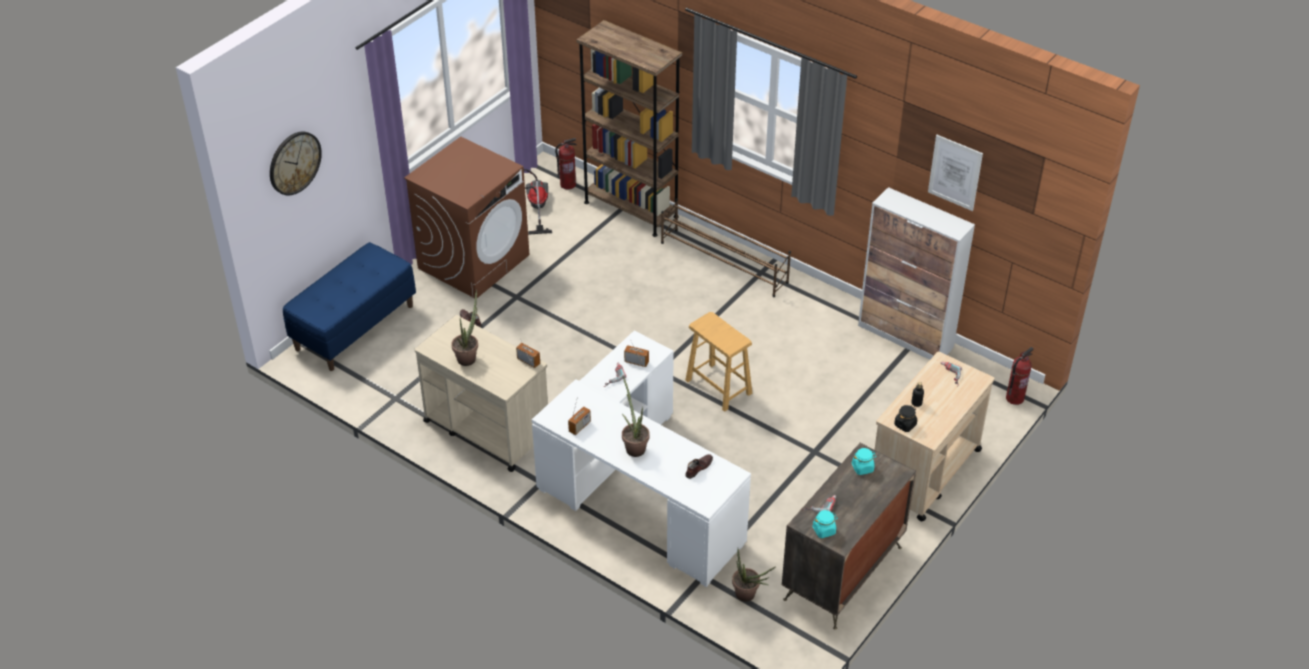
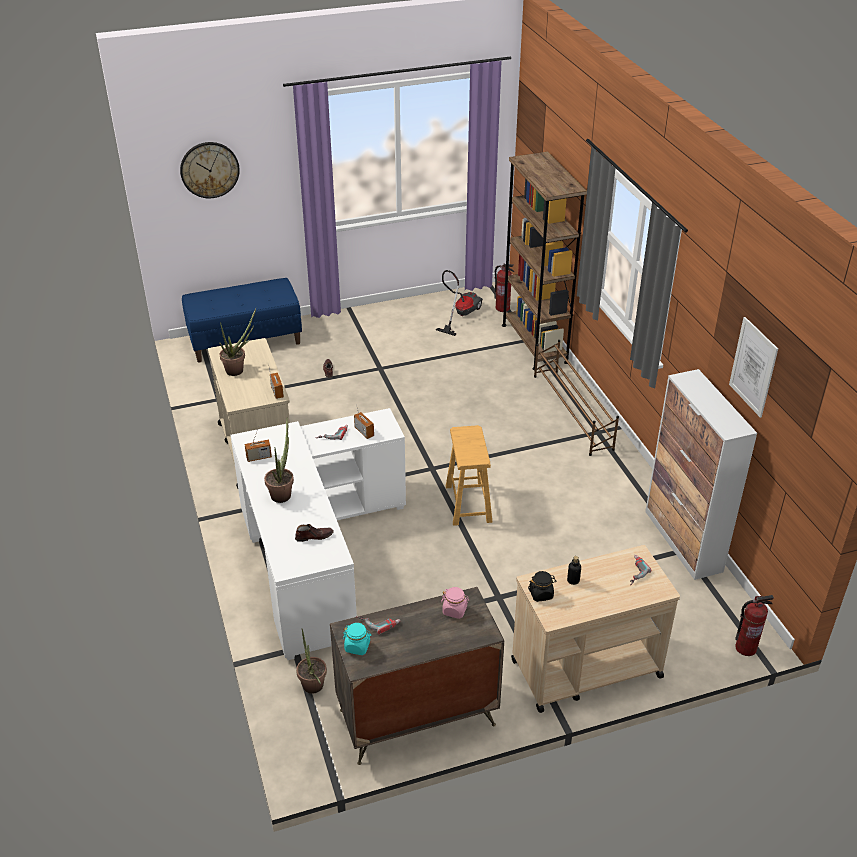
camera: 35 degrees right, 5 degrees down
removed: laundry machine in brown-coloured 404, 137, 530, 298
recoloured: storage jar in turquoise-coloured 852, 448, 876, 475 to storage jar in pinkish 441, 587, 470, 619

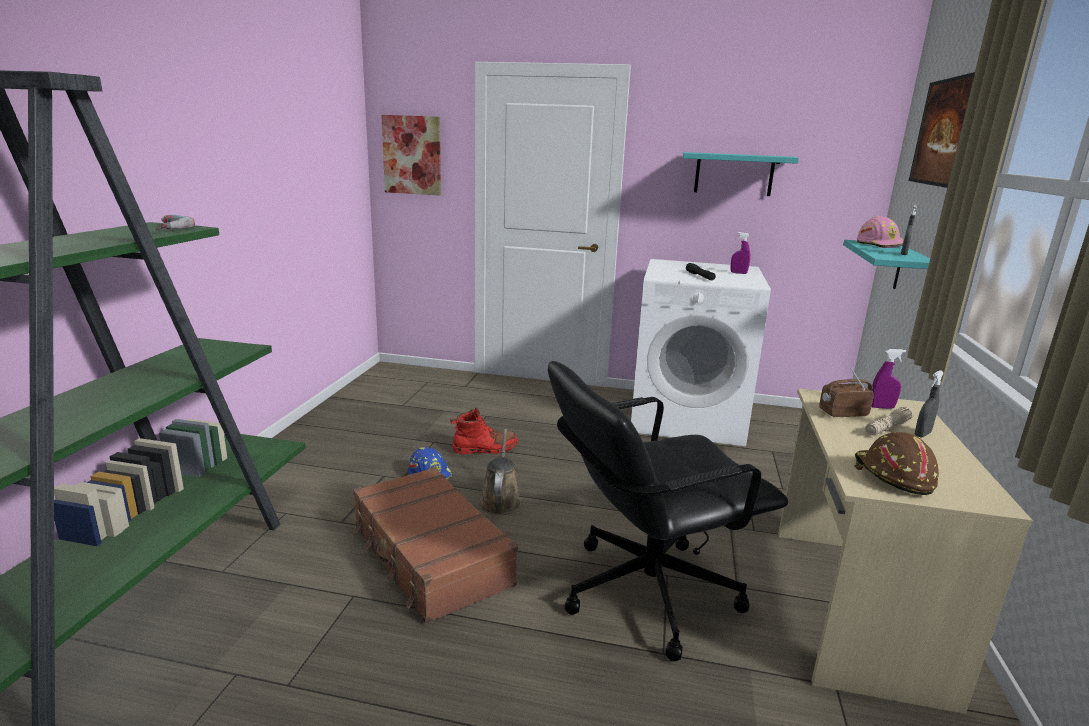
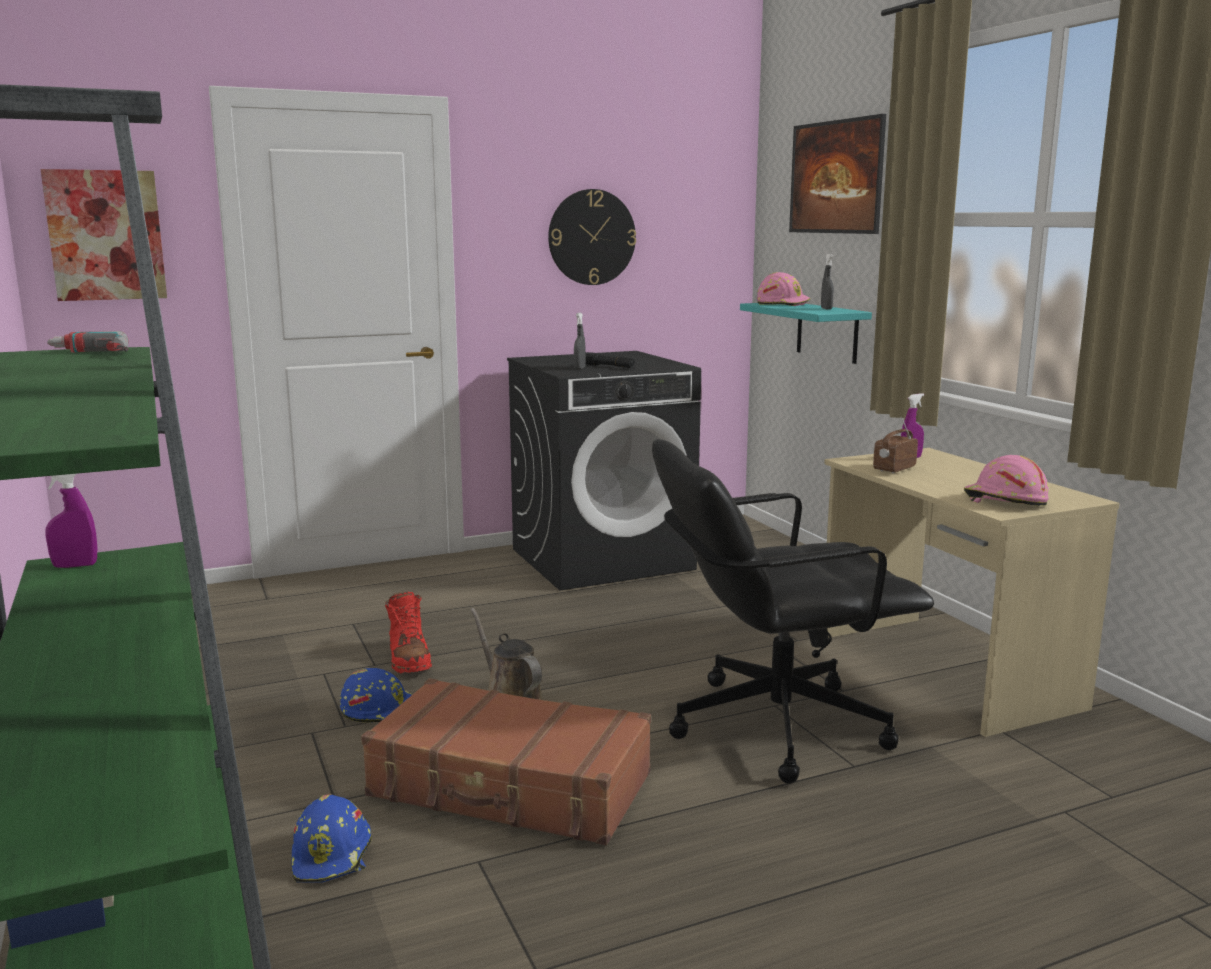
camera: 35 degrees left, 5 degrees down
removed: torch in beige 865, 406, 914, 435
added: safety helmet in blue 292, 794, 372, 883
moved: spray bottle in purple-coloured 731, 232, 750, 274 to 46, 474, 97, 568; spray bottle in gray 915, 370, 944, 438 to 574, 313, 585, 369
replaced: bracket shelf in turquoise-coloured 683, 152, 799, 196 to hanging clock 548, 189, 636, 285
recoloured: laundry machine in whitish 631, 259, 771, 447 to laundry machine in black-coloured 507, 351, 701, 591; safety helmet in brown-coloured 854, 432, 939, 495 to safety helmet in pinkish 964, 455, 1049, 506
turned: high-top boot in red-coloured 450, 408, 518, 455 = 385, 592, 432, 674 120 degrees clockwise; office chair in black-coloured 548, 361, 788, 661 = 652, 439, 934, 784 45 degrees clockwise

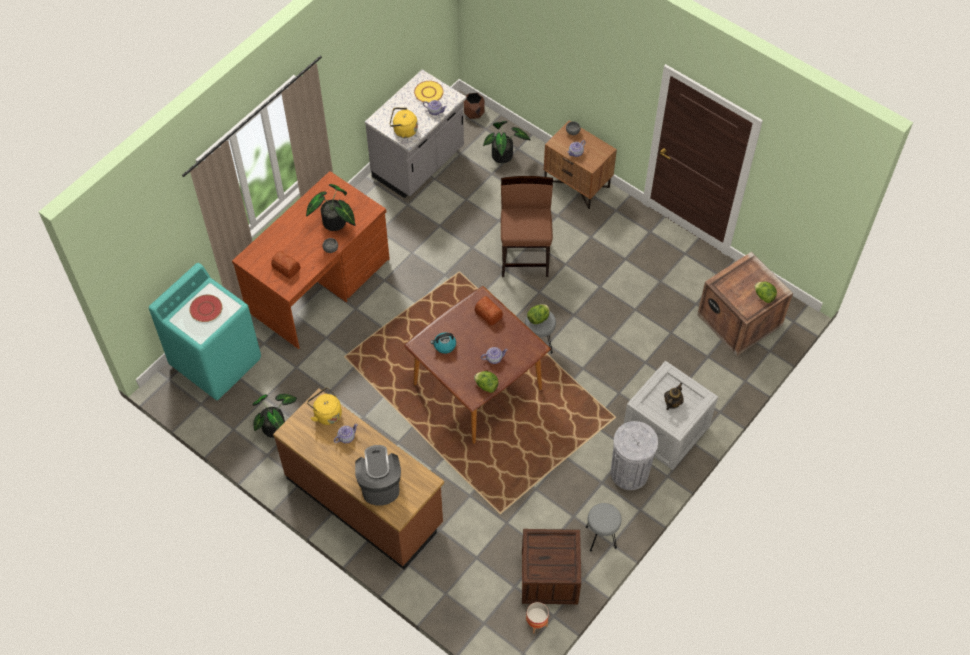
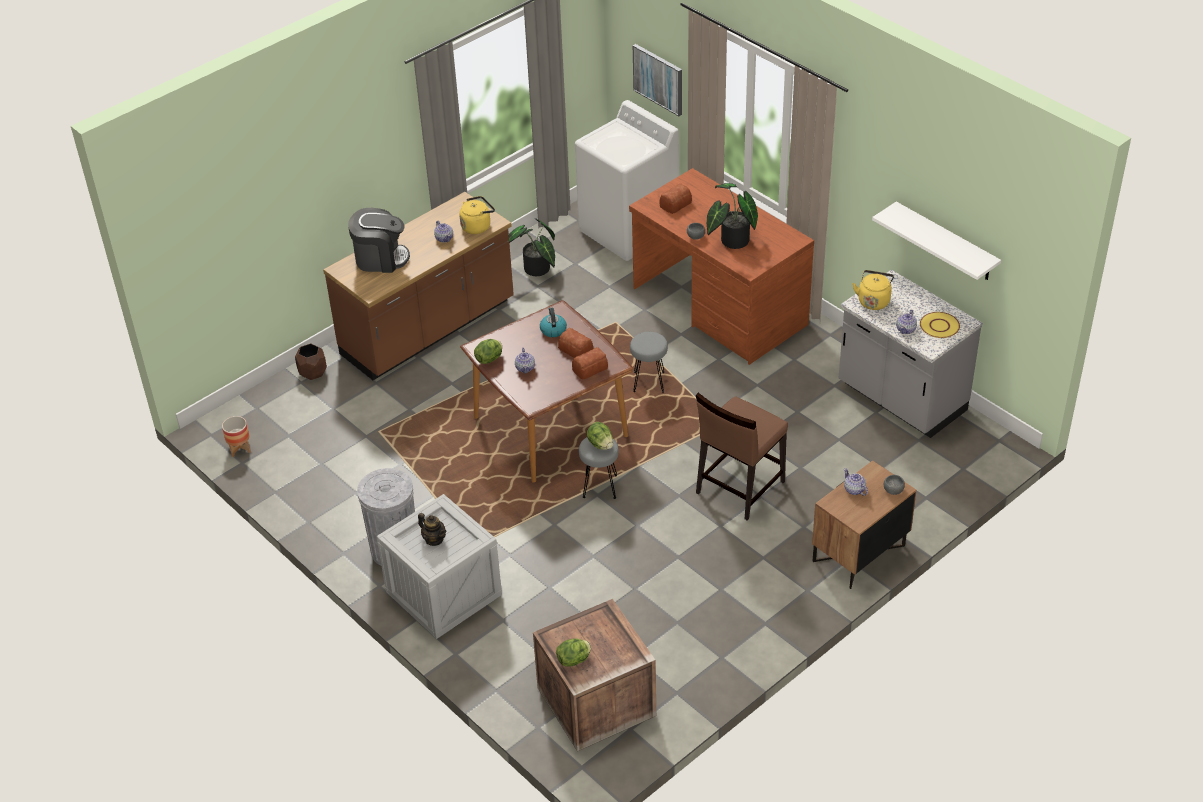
camera: 100 degrees right, 15 degrees down
removed: dinner plate in red-coloured 190, 295, 222, 322; houseplant 483, 121, 531, 163; shipping crate 522, 529, 581, 604
added: bread 558, 328, 593, 358; wall art 633, 44, 682, 116; bracket shelf in whitish 872, 202, 1001, 280
moved: plant pot in brown-coloured 464, 93, 484, 119 to 295, 343, 327, 380; sitting stool in gray 586, 503, 621, 551 to 630, 332, 668, 393
recoloured: laundry machine in turquoise-coloured 149, 263, 261, 400 to laundry machine in whitish 575, 100, 679, 261
turned: chair in brown-coloured 501, 176, 553, 277 = 696, 393, 788, 520 120 degrees clockwise

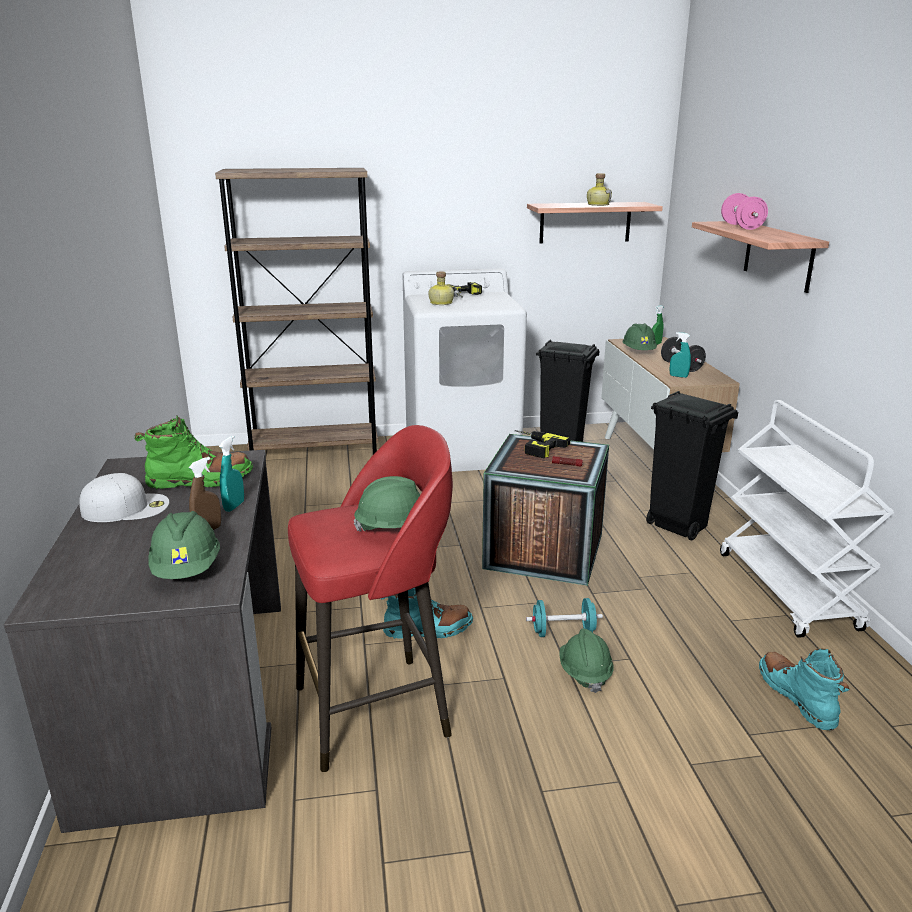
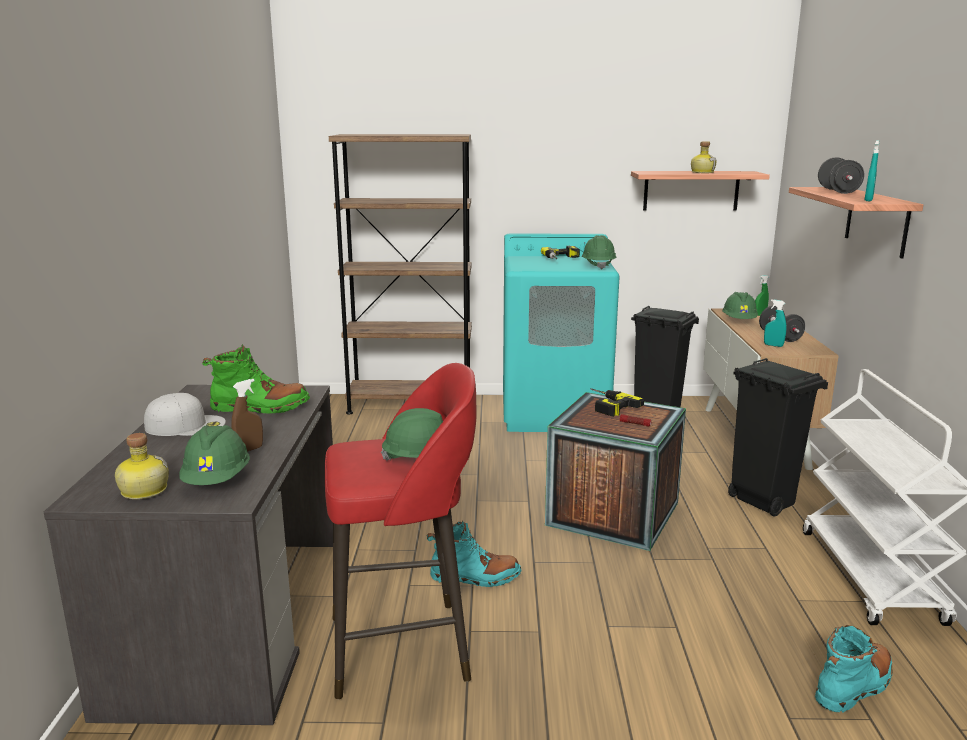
camera: 10 degrees right, 5 degrees down
removed: dumbbell in turquoise-coloured 526, 598, 603, 637
moved: drink bottle 428, 271, 454, 305 to 115, 433, 169, 499; safety helmet in green 559, 628, 613, 693 to 582, 235, 616, 270; spray bottle in turquoise-coloured 219, 436, 244, 512 to 864, 140, 879, 201
recoloured: laundry machine in whitish 402, 268, 527, 472 to laundry machine in turquoise-coloured 503, 234, 620, 432; dumbbell in pinkish 721, 193, 768, 230 to dumbbell in black-coloured 818, 157, 864, 194
turned: high-top boot in turquoise-coloured 759, 649, 850, 730 = 815, 625, 893, 713 60 degrees clockwise

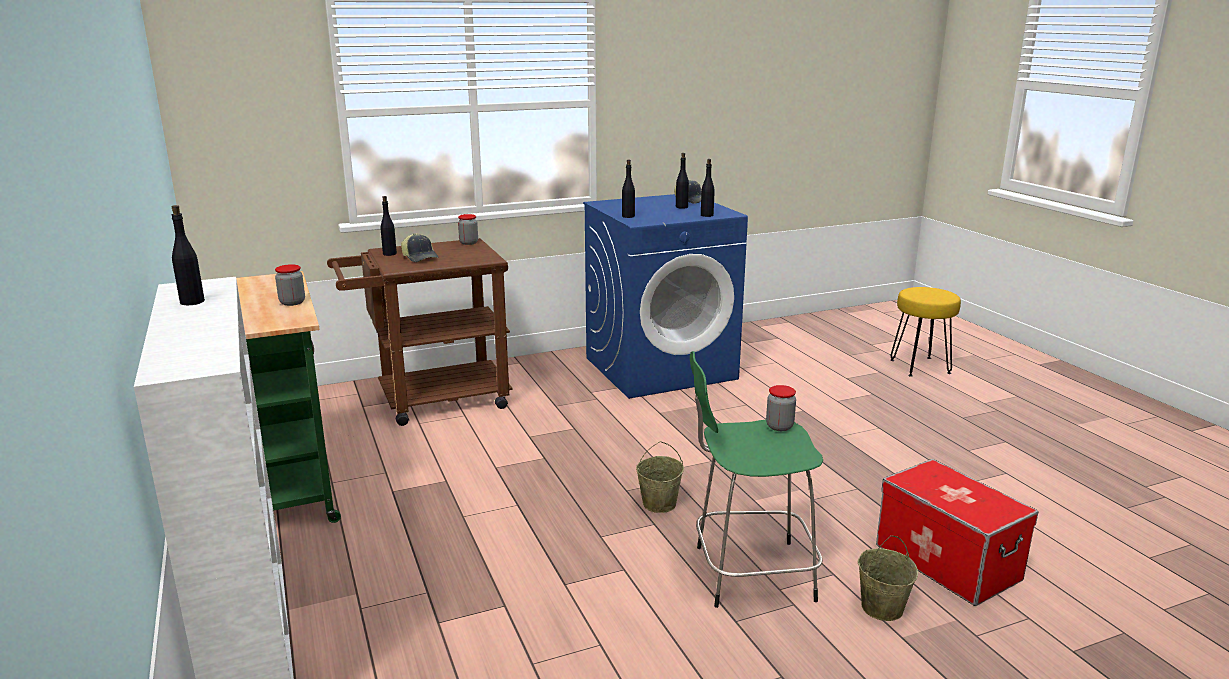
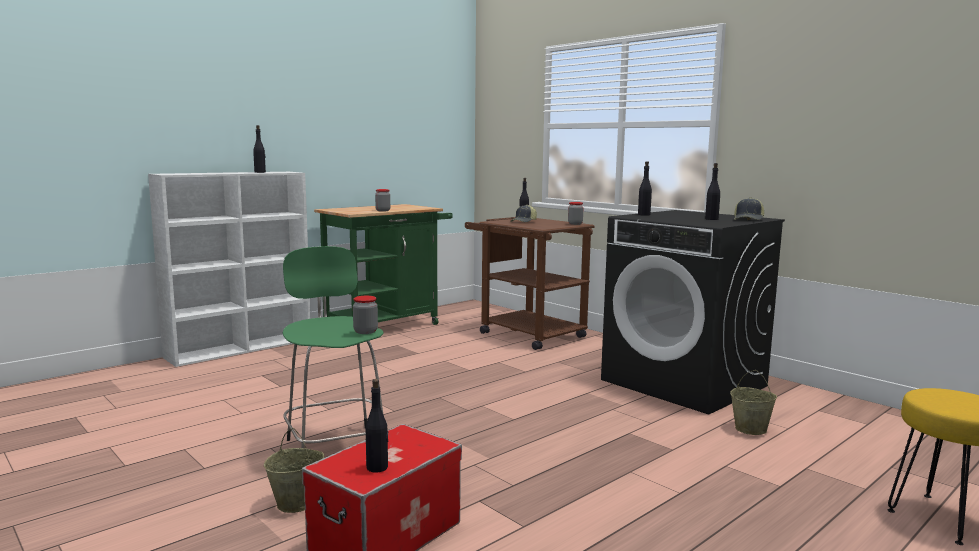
camera: 70 degrees right, 10 degrees down
moved: drink bottle in black-coloured 701, 159, 715, 217 to 366, 379, 389, 472; water bucket in beige 636, 441, 684, 513 to 730, 370, 777, 435
recoloured: laundry machine in blue 583, 194, 748, 399 to laundry machine in black-coloured 601, 210, 785, 414

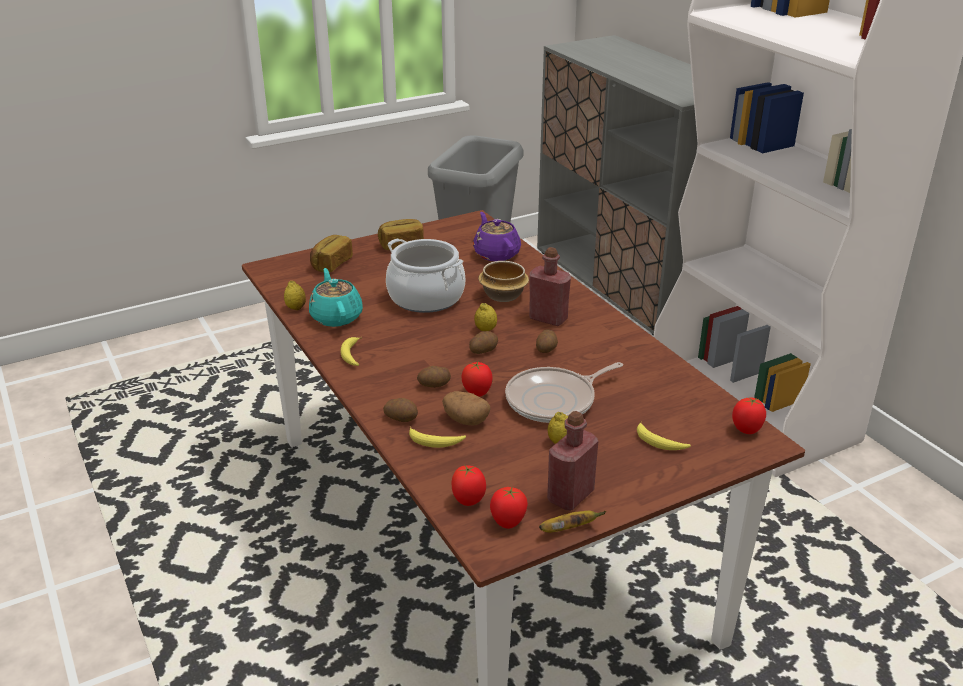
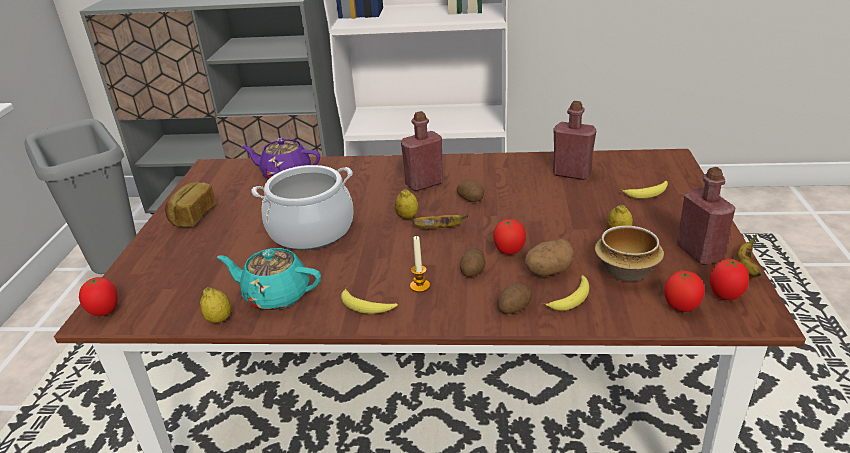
camera: 55 degrees left, 0 degrees up
removed: bread 310, 235, 353, 272; skillet 505, 362, 623, 423
added: wax light 410, 236, 430, 293; drink bottle in red-coloured 553, 101, 597, 180
moved: tomato 732, 397, 766, 434 to 79, 276, 118, 316; serving bowl 478, 261, 529, 302 to 595, 225, 664, 281
replaced: potato 469, 331, 498, 354 to banana fruit 412, 214, 468, 228

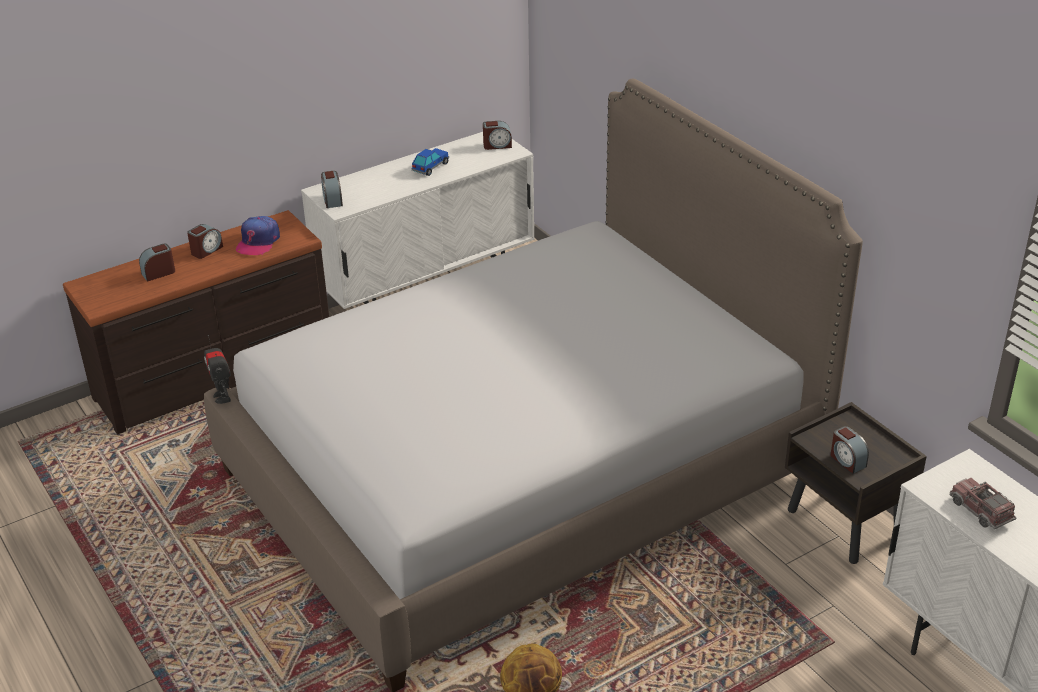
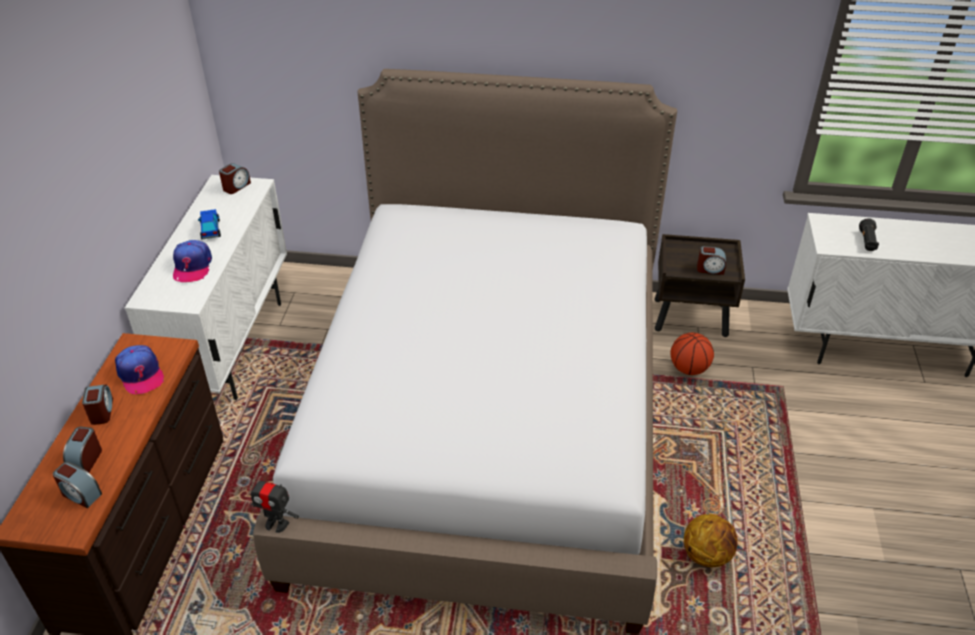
camera: 50 degrees left, 5 degrees up
added: cap 173, 240, 212, 282; ball for basketball 670, 333, 714, 375
moved: table clock 321, 171, 343, 208 to 53, 462, 102, 508
replaced: toy lorry 950, 478, 1017, 529 to torch in black-coloured 859, 218, 879, 251

